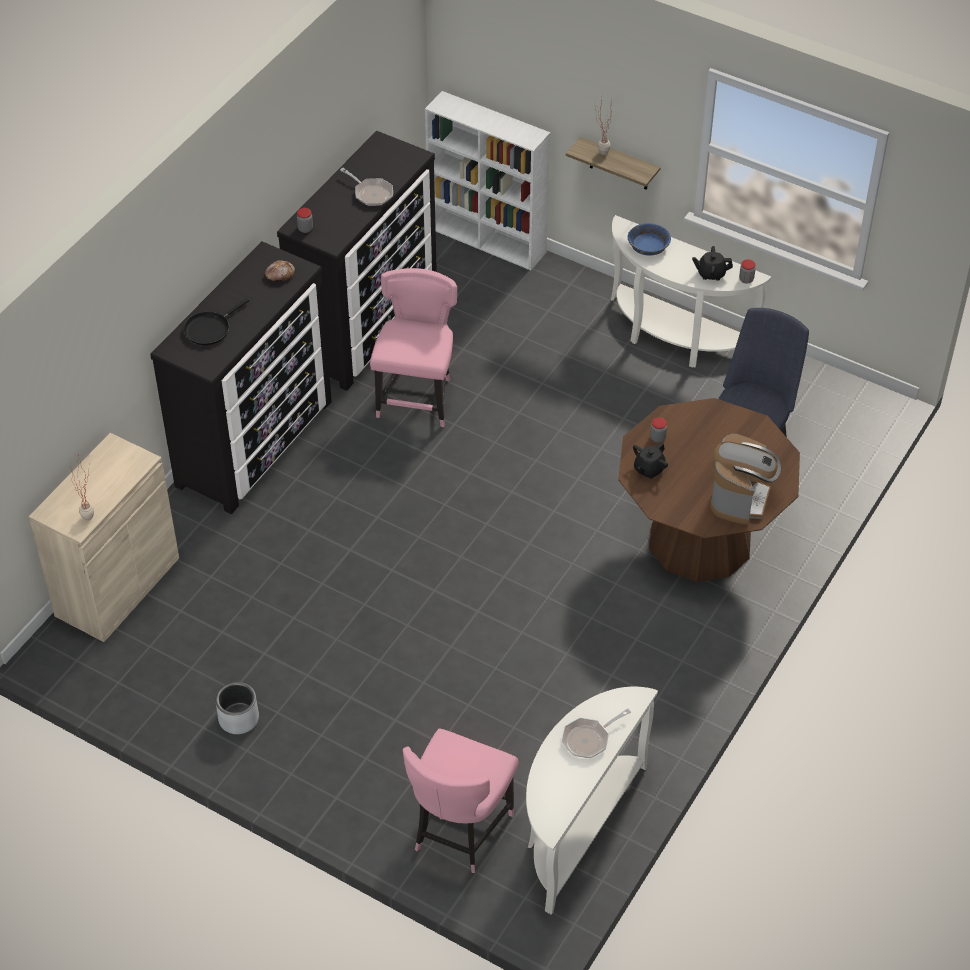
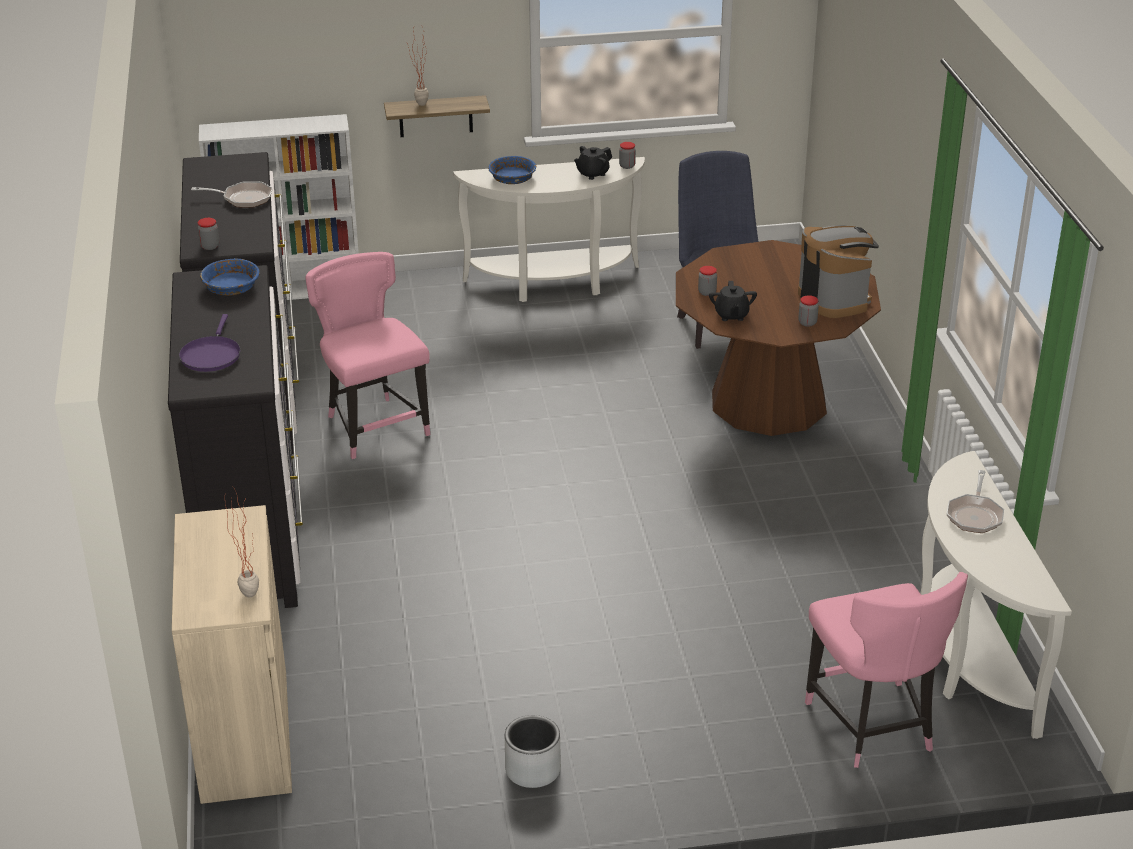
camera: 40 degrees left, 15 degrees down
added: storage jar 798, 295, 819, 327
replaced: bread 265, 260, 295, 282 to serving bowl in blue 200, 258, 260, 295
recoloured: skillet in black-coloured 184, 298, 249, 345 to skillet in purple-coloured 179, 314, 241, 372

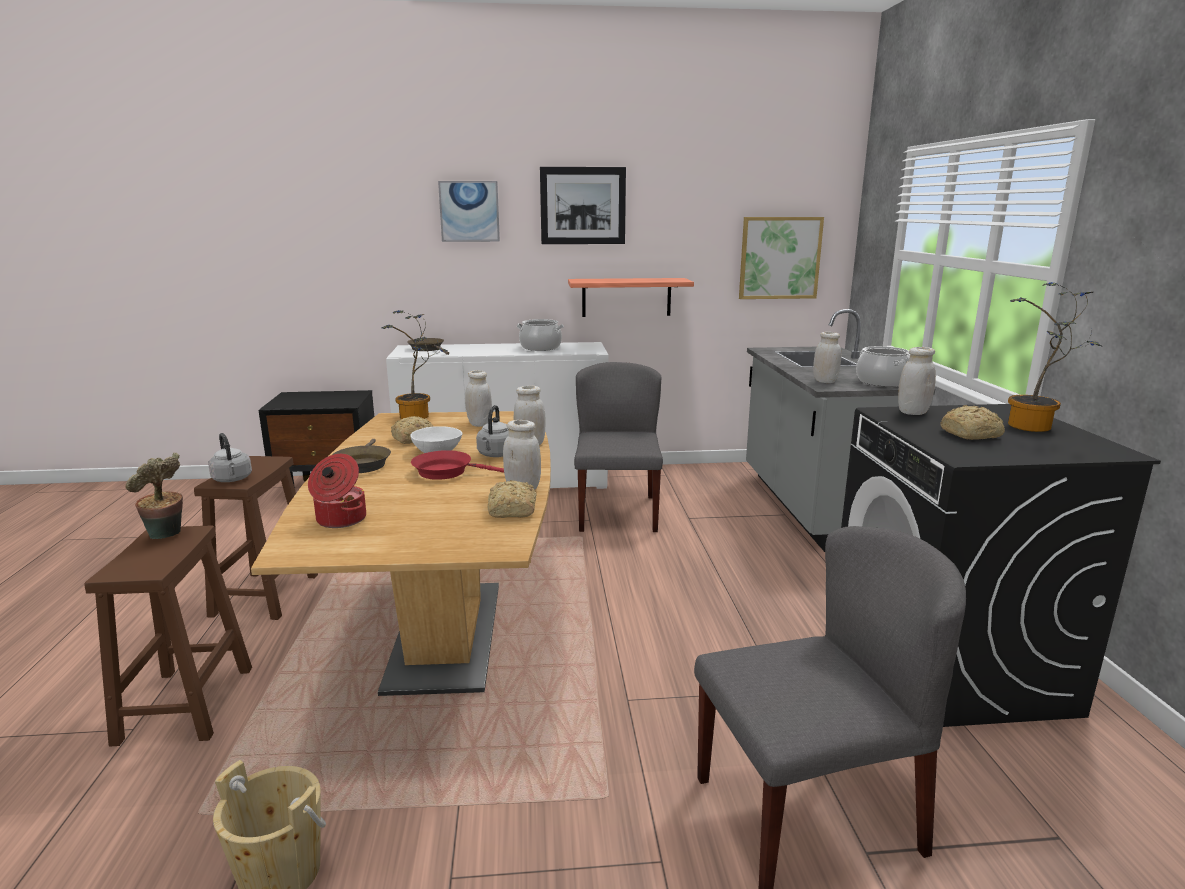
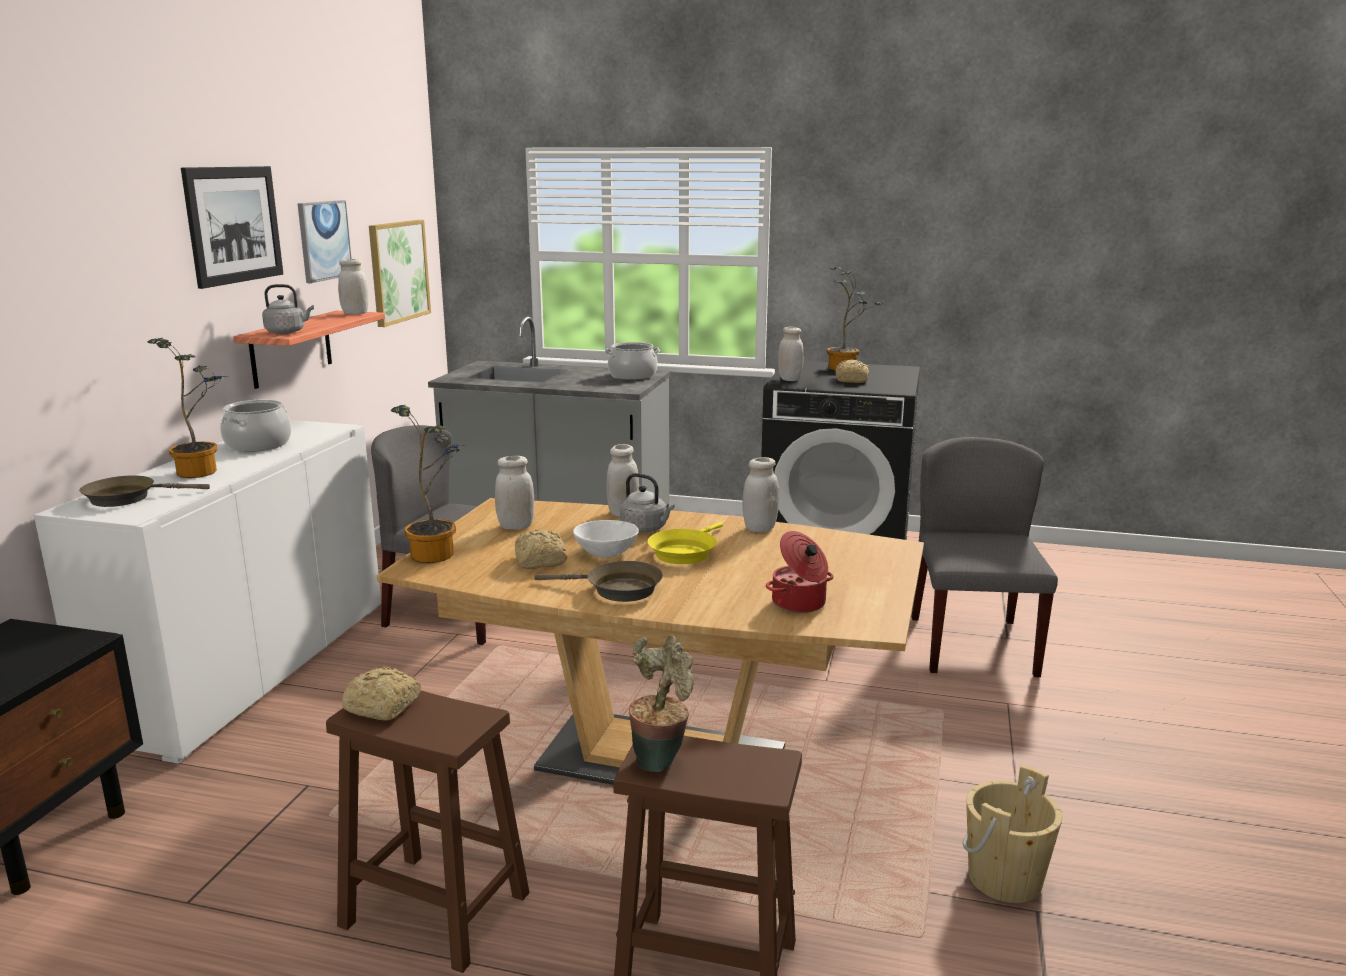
camera: 70 degrees left, 0 degrees up
added: houseplant 147, 338, 229, 478
moved: tea kettle in gray 208, 433, 252, 482 to 262, 284, 314, 334; wall art 438, 181, 500, 242 to 298, 200, 352, 283; storage jar in whitish 813, 332, 841, 383 to 338, 259, 369, 314; bread 488, 480, 537, 518 to 342, 667, 421, 721
recoloured: skillet in red-coloured 411, 450, 504, 480 to skillet in yellowish 647, 522, 723, 564

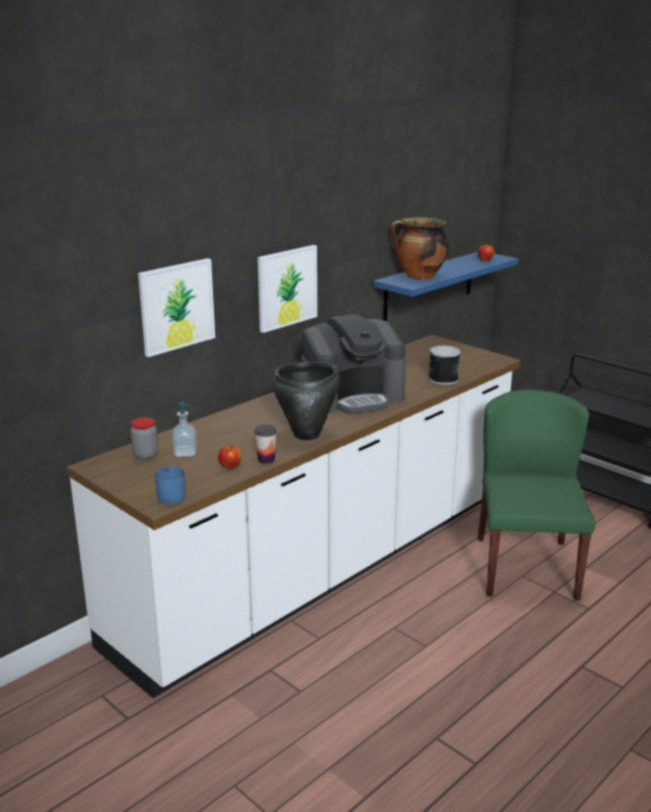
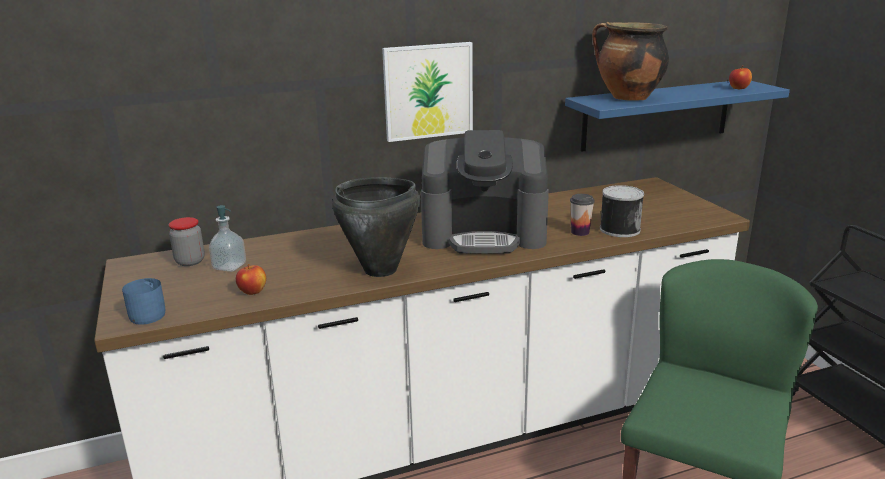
camera: 25 degrees right, 0 degrees up
removed: wall art 138, 258, 215, 357
moved: drinking cup 254, 424, 277, 464 to 570, 194, 595, 236

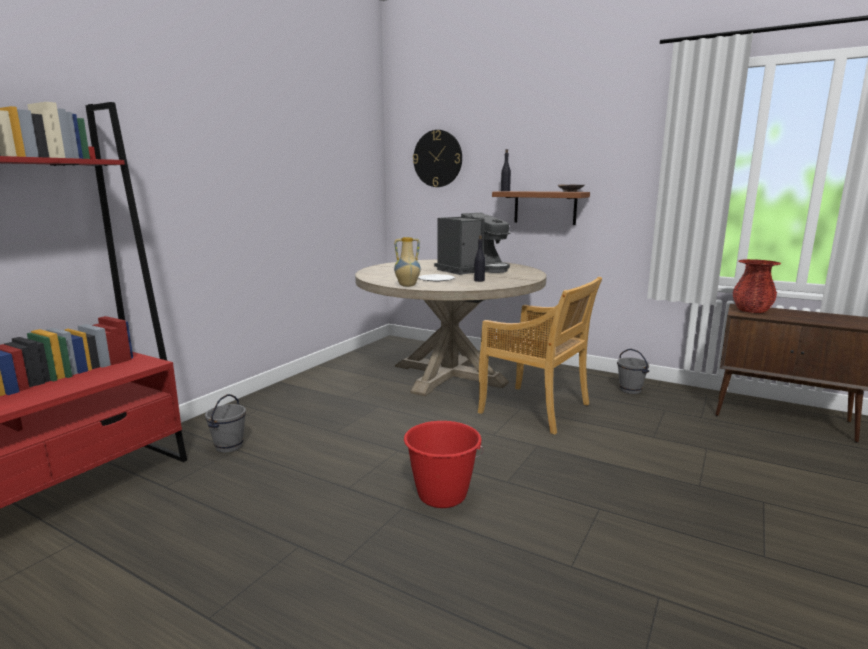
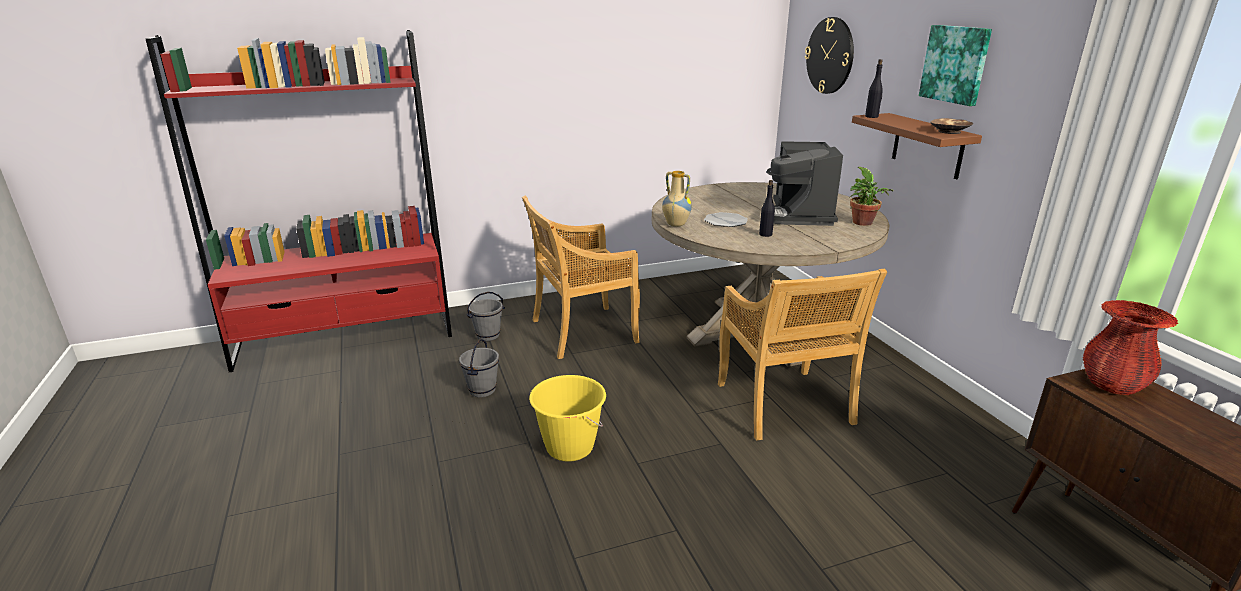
camera: 40 degrees right, 10 degrees up
added: chair in beige 522, 195, 640, 359; houseplant 849, 167, 894, 226; wall art 919, 25, 992, 106
moved: water bucket in gray 617, 349, 649, 394 to 459, 339, 499, 397
recoloured: water bucket in red-coloured 404, 421, 483, 508 to water bucket in yellowish 529, 375, 606, 462
turned: coffee brewer 434, 213, 510, 275 = 767, 141, 843, 226 90 degrees clockwise

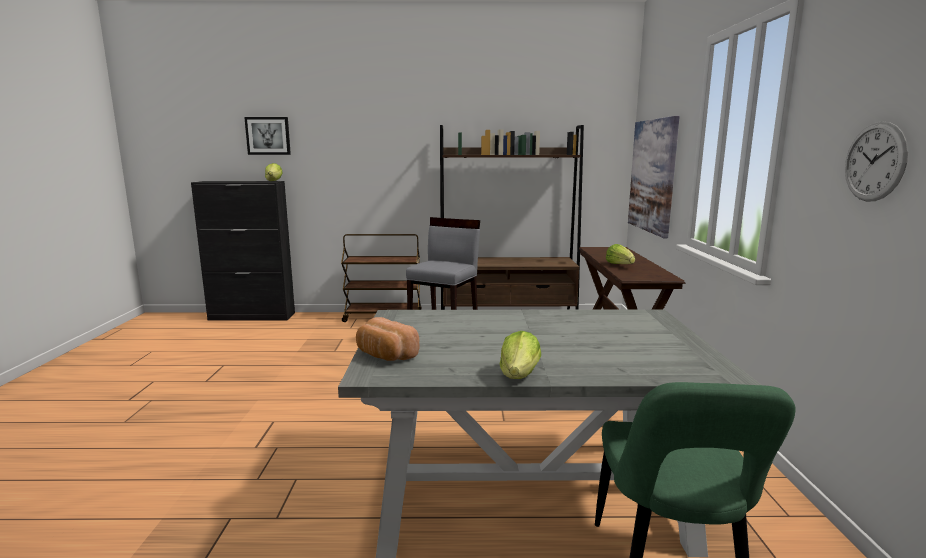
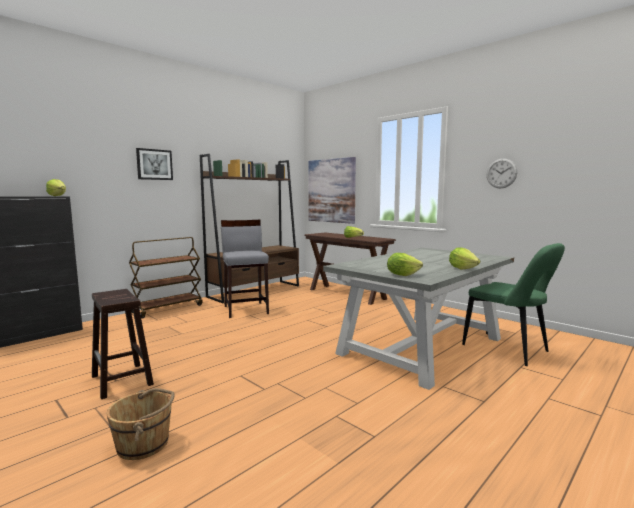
camera: 45 degrees left, 5 degrees down
added: sitting stool in brown-coloured 92, 289, 154, 399; water bucket in brown-coloured 106, 388, 175, 460
moved: wall art 244, 117, 291, 155 to 136, 148, 173, 180
replaced: bread 356, 317, 420, 361 to lettuce head 387, 253, 423, 276

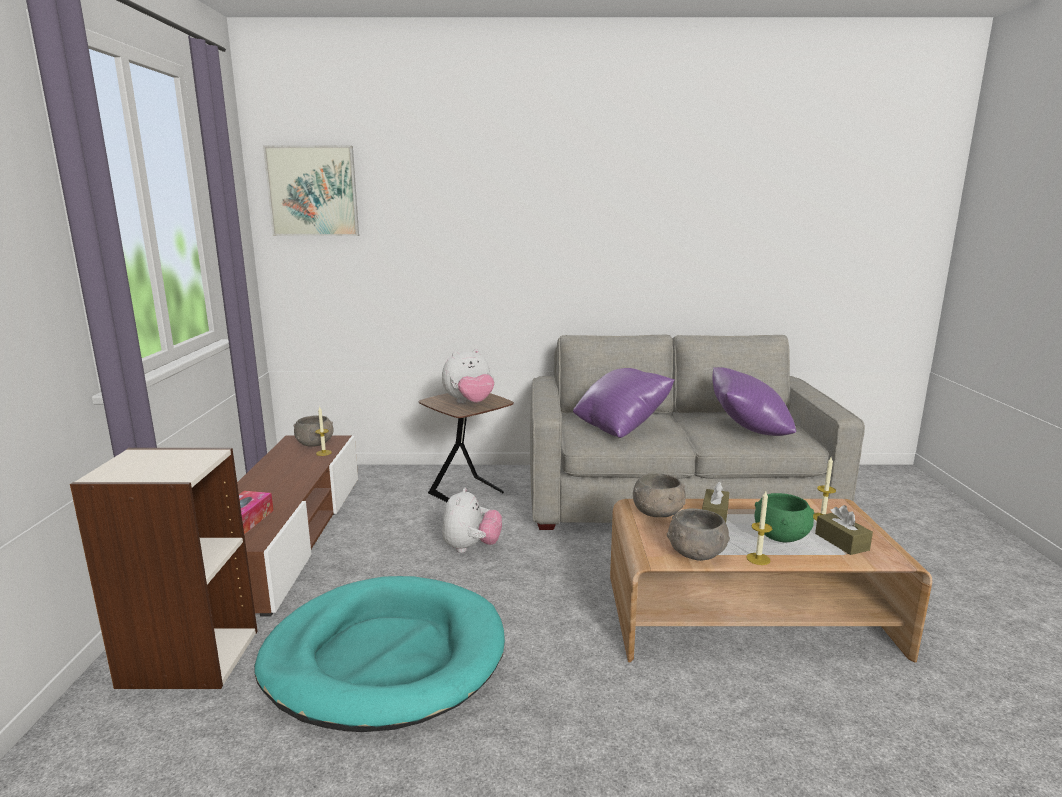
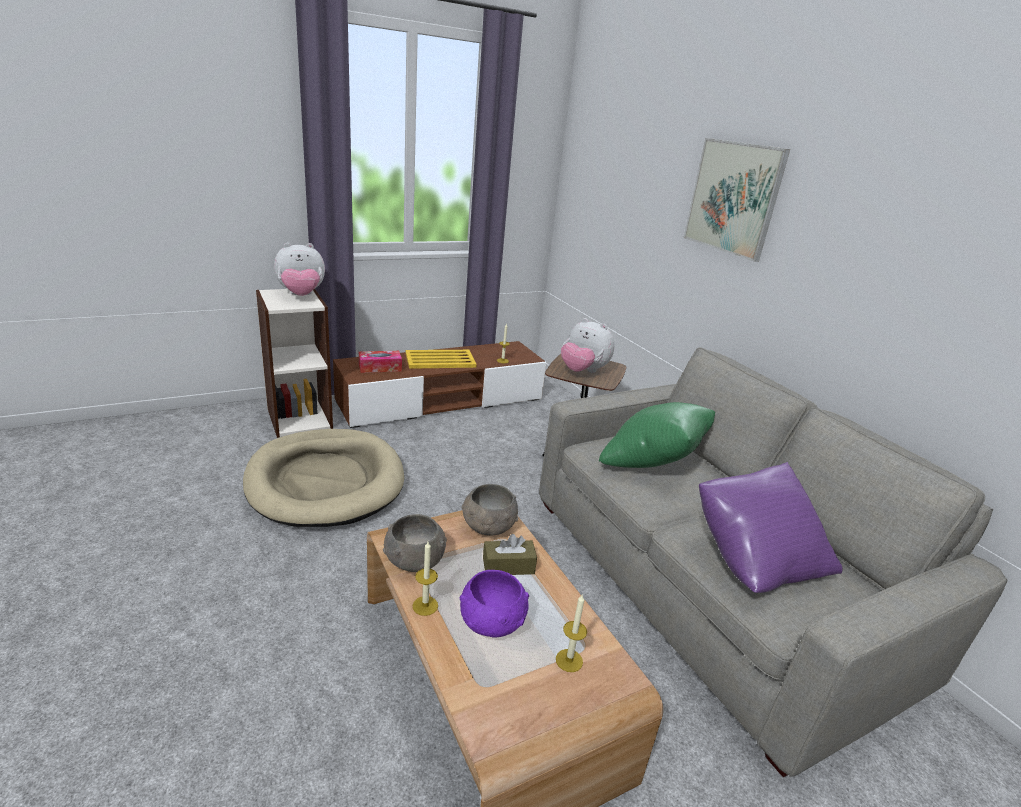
camera: 60 degrees right, 10 degrees up
removed: serving bowl in gray 294, 415, 333, 447; tissue box in brown-coloured 815, 505, 873, 555
added: carrying tray in yellowish 405, 350, 477, 369
moved: plush toy 442, 487, 502, 553 to 274, 243, 325, 296; wall art 263, 146, 359, 236 to 683, 138, 790, 262
recoloured: pet bed in turquoise-coloured 254, 576, 505, 732 to pet bed in beige 243, 429, 404, 527; serving bowl in green 755, 493, 814, 542 to serving bowl in purple-coloured 460, 570, 529, 638; cushion in purple-coloured 573, 368, 675, 438 to cushion in green 599, 402, 715, 468

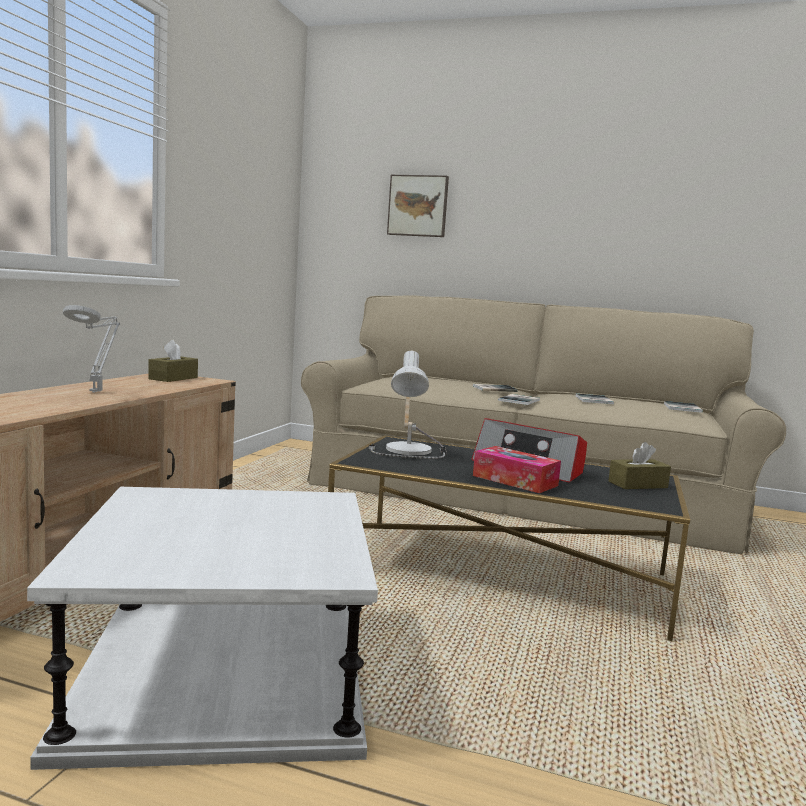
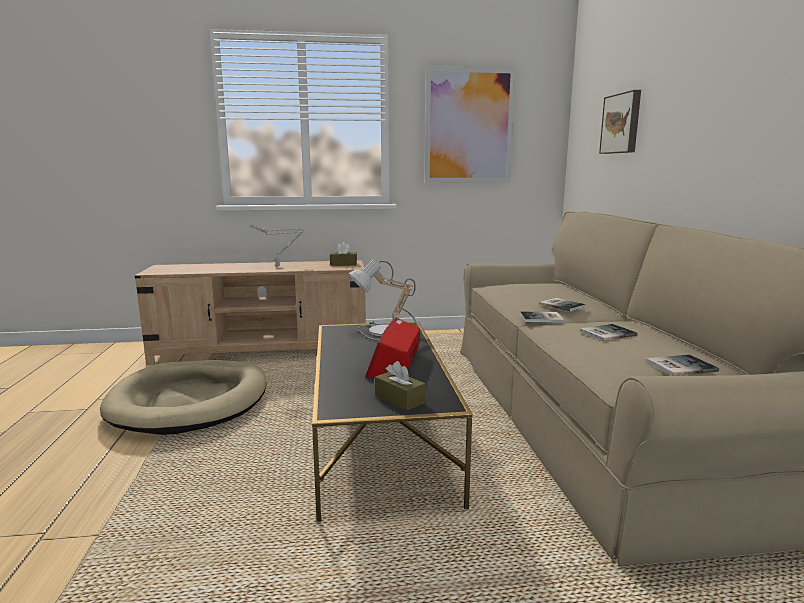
camera: 65 degrees right, 5 degrees up
removed: tissue box 473, 446, 561, 493
added: wall art 424, 66, 516, 183
replaced: accent table in whitish 27, 487, 378, 770 to pet bed in beige 100, 360, 266, 435

